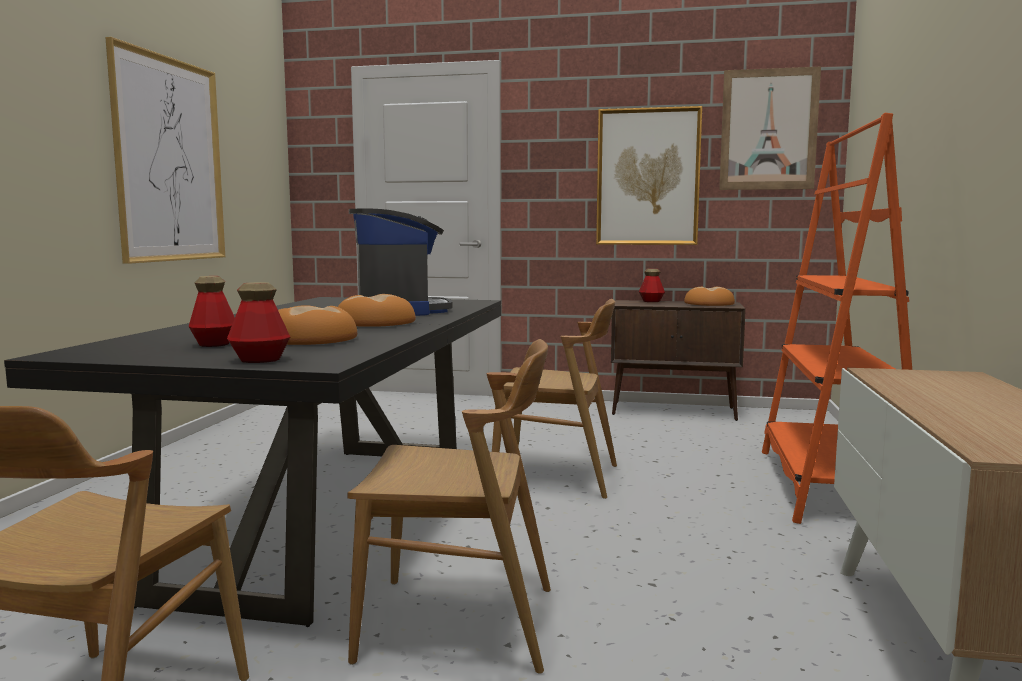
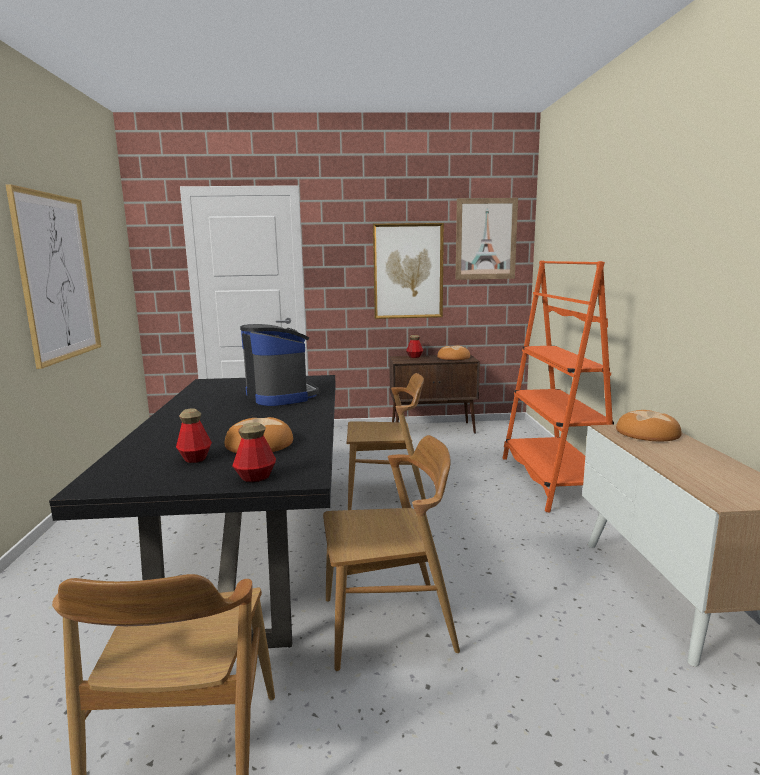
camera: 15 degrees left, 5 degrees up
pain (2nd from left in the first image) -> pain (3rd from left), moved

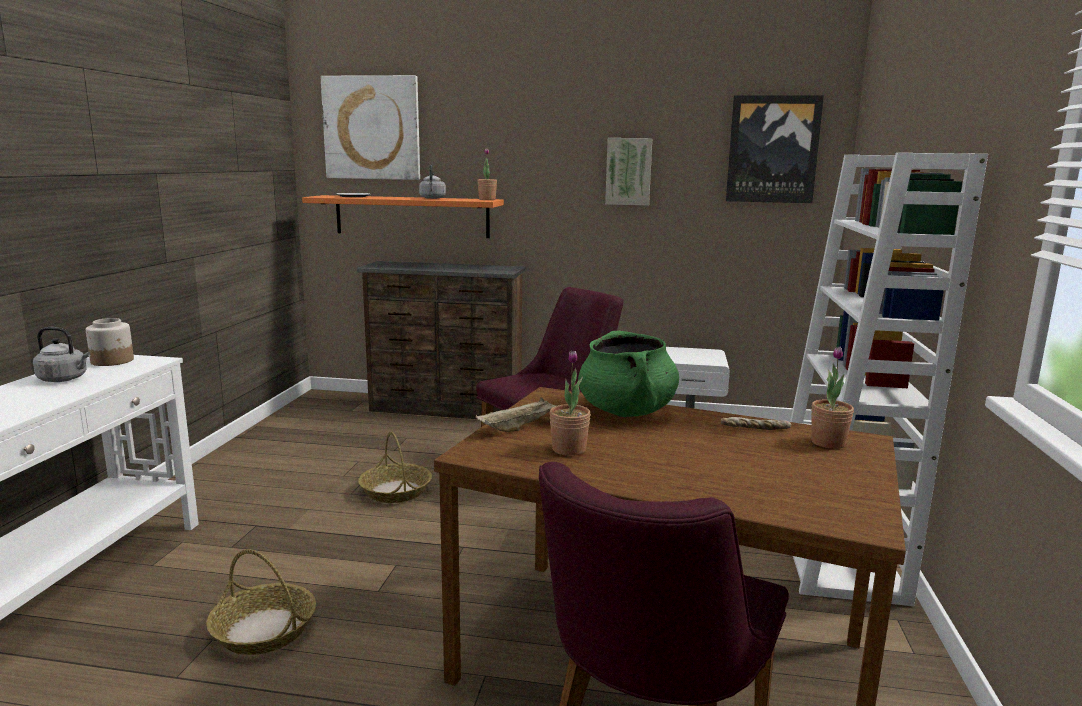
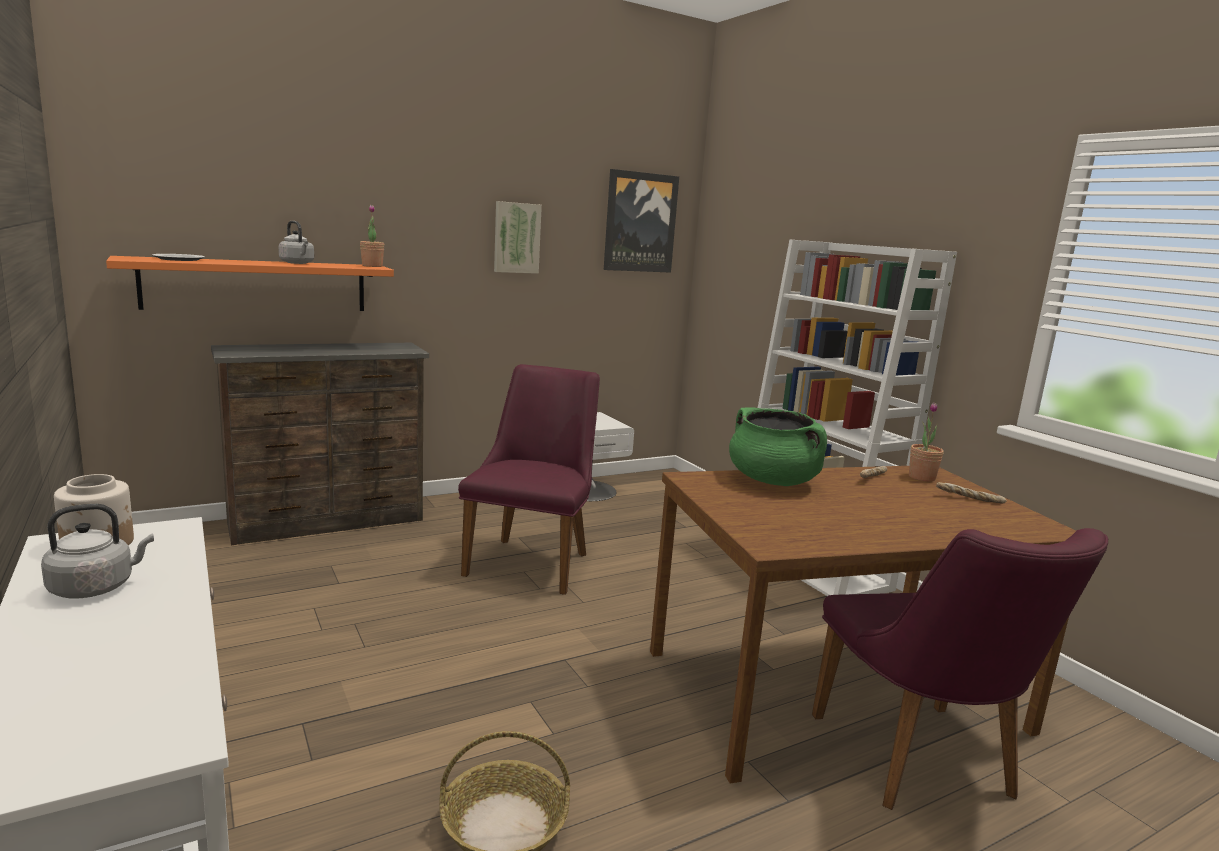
camera: 40 degrees left, 0 degrees up
tableau (1st from left) -> none
panier (2nd from left) -> none
plateau [beige] -> none
plante en pot (2nd from left) -> none
none -> pain (2nd from left)

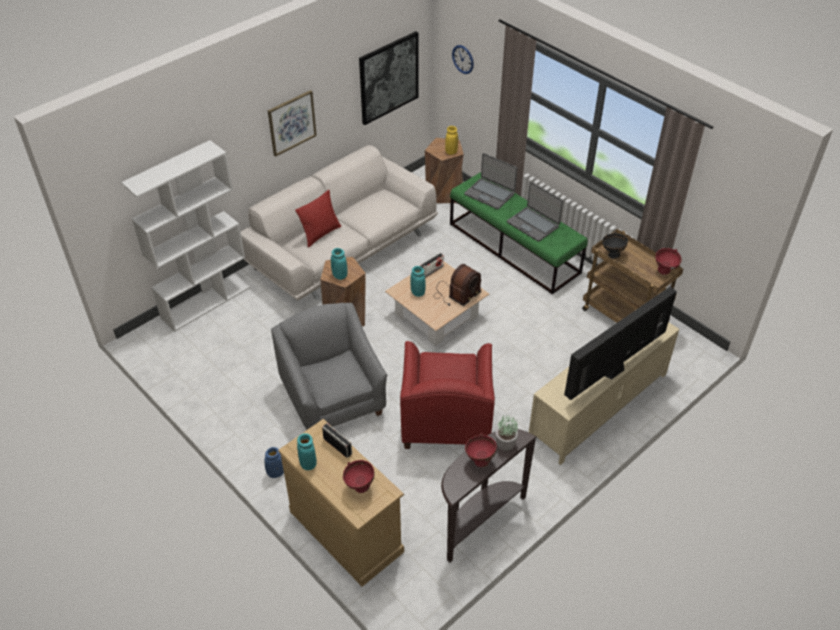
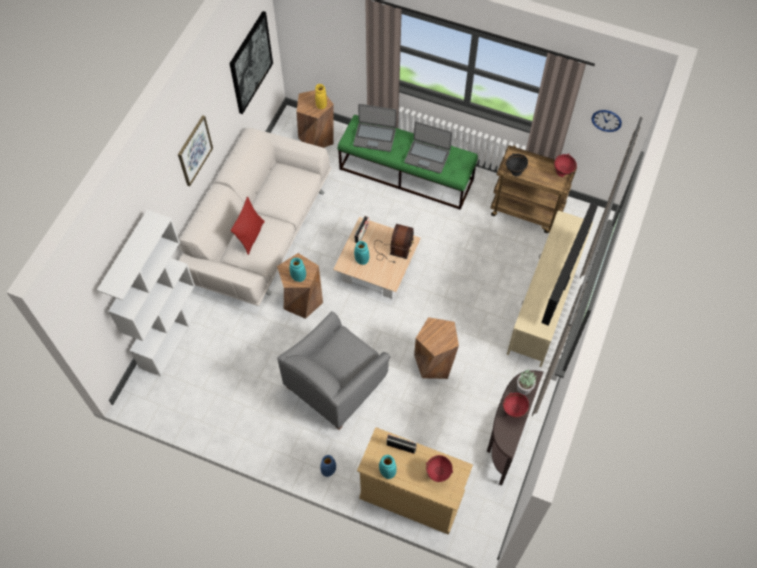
camera: 25 degrees left, 15 degrees up
fauteuil [gris], 90 degrees counterclockwise
fauteuil [rouge] -> tabouret [marron] (3rd from left)
horloge murale, moved

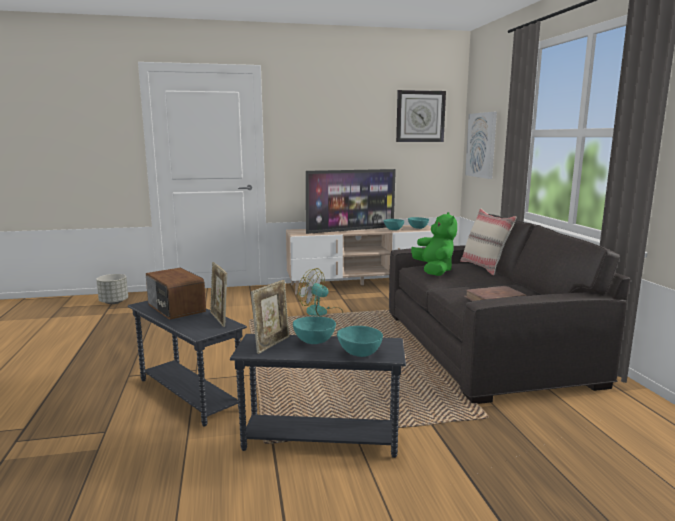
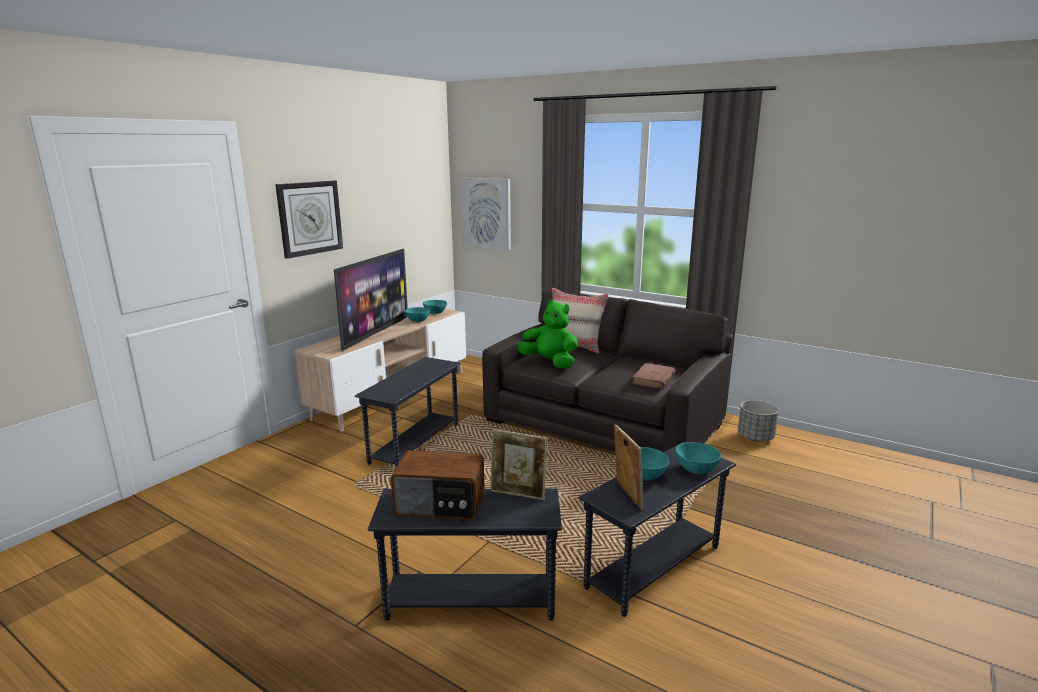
camera: 45 degrees left, 5 degrees up
cache-pot [gris], moved
ventilateur -> table d'appoint [gris] (1st from left)
horloge murale, moved

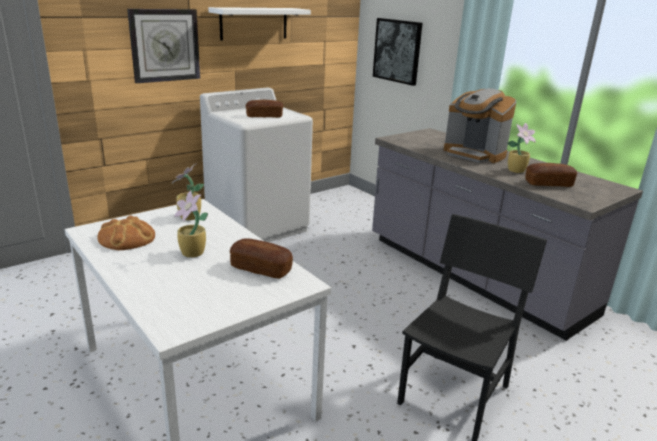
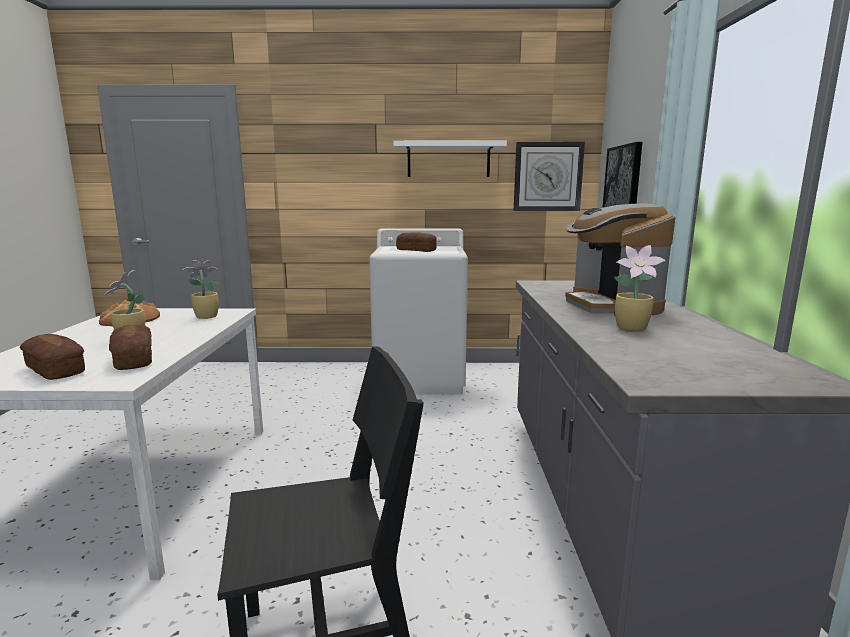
camera: 40 degrees right, 10 degrees down
horloge murale, moved
pain (4th from left in the first image) -> pain (1st from left), moved

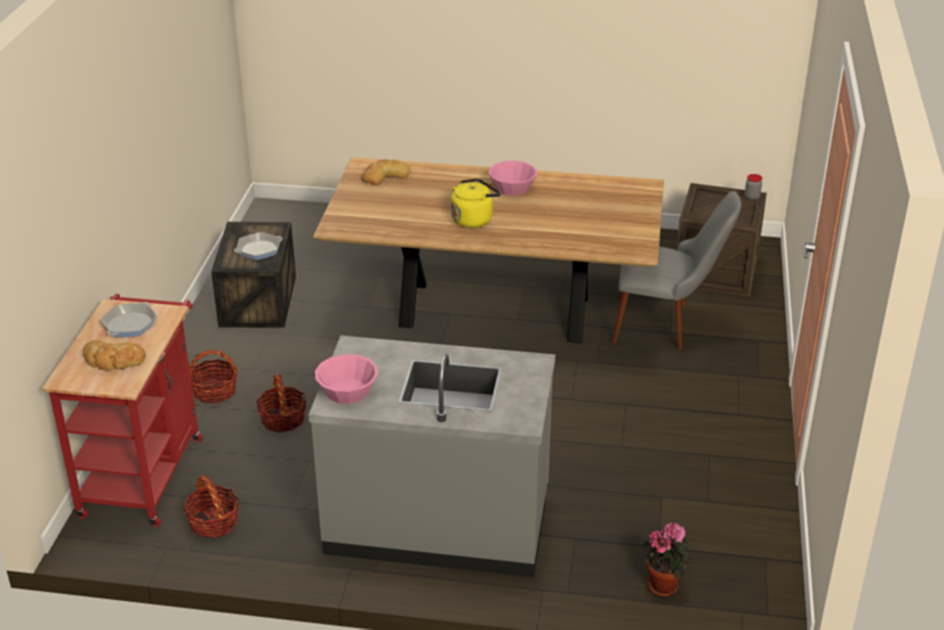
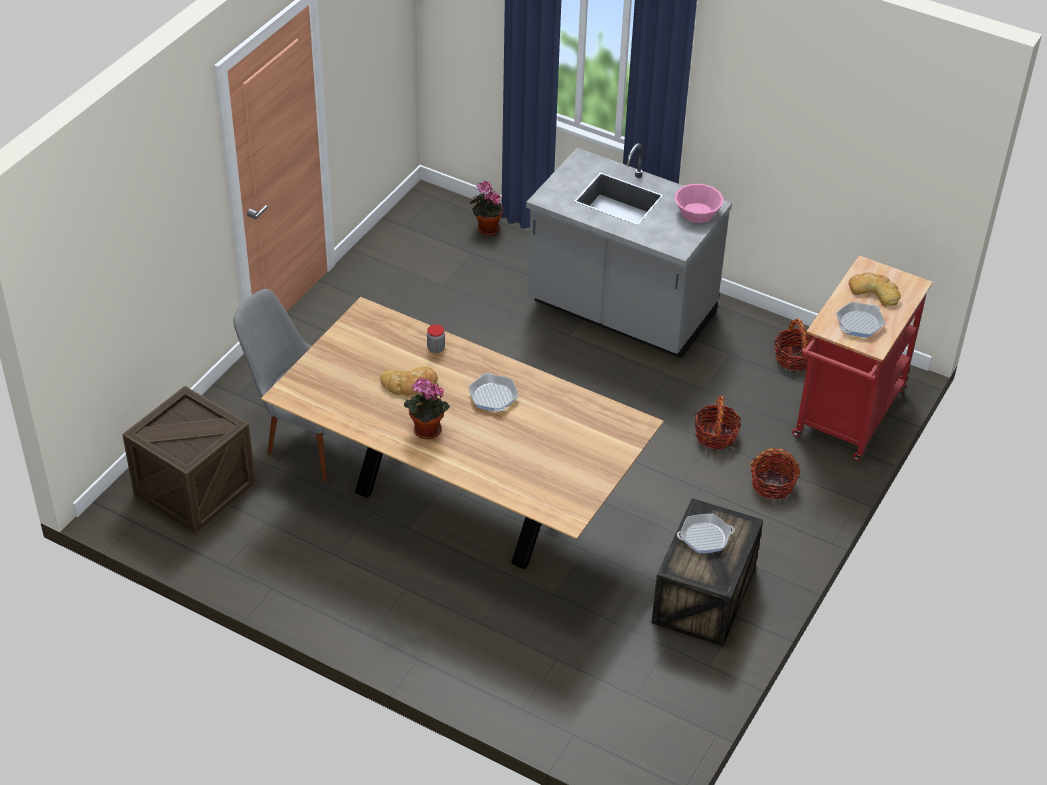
camera: 160 degrees left, 10 degrees up
pain (2nd from left in the first image) -> pain (1st from left), moved
bouilloire [jaune] -> poêle (1st from left)
bol [rose] (2nd from left) -> plante en pot (1st from left)
bocal, moved

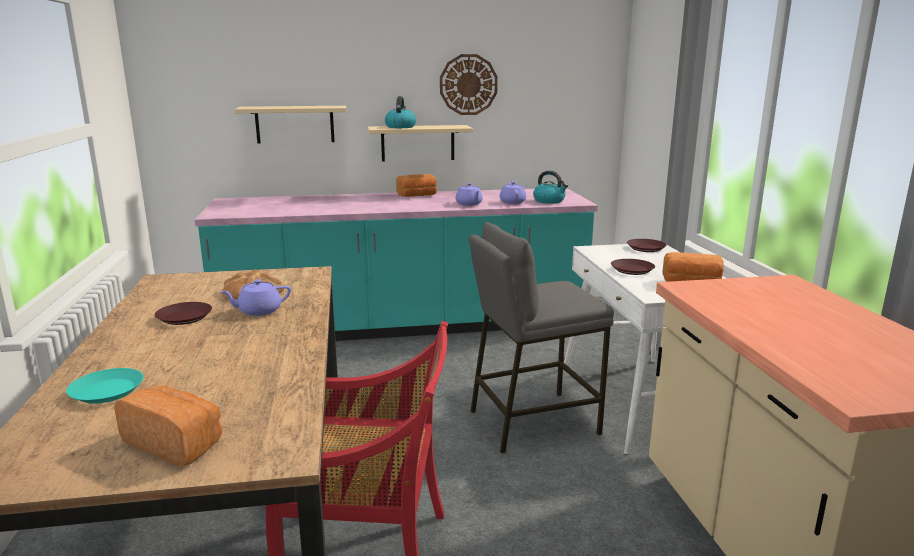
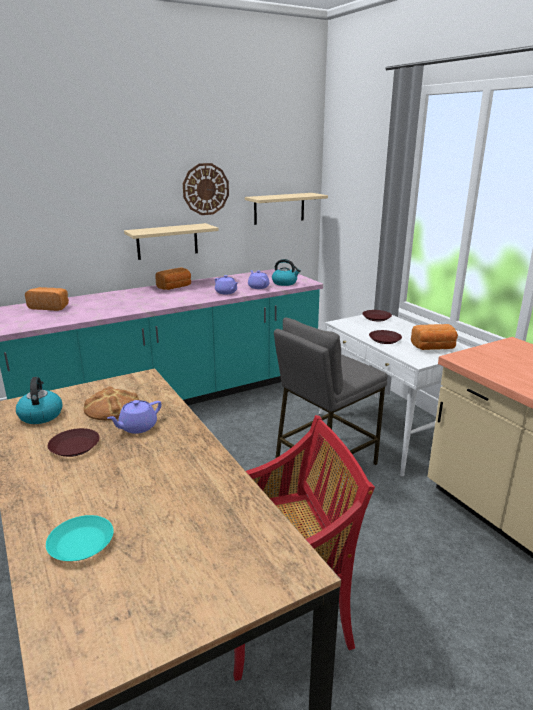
camera: 20 degrees left, 5 degrees up
pain (1st from left), moved
étagère [beige] (1st from left in the first image) -> étagère [beige] (2nd from left), moved
bouilloire (1st from left), moved

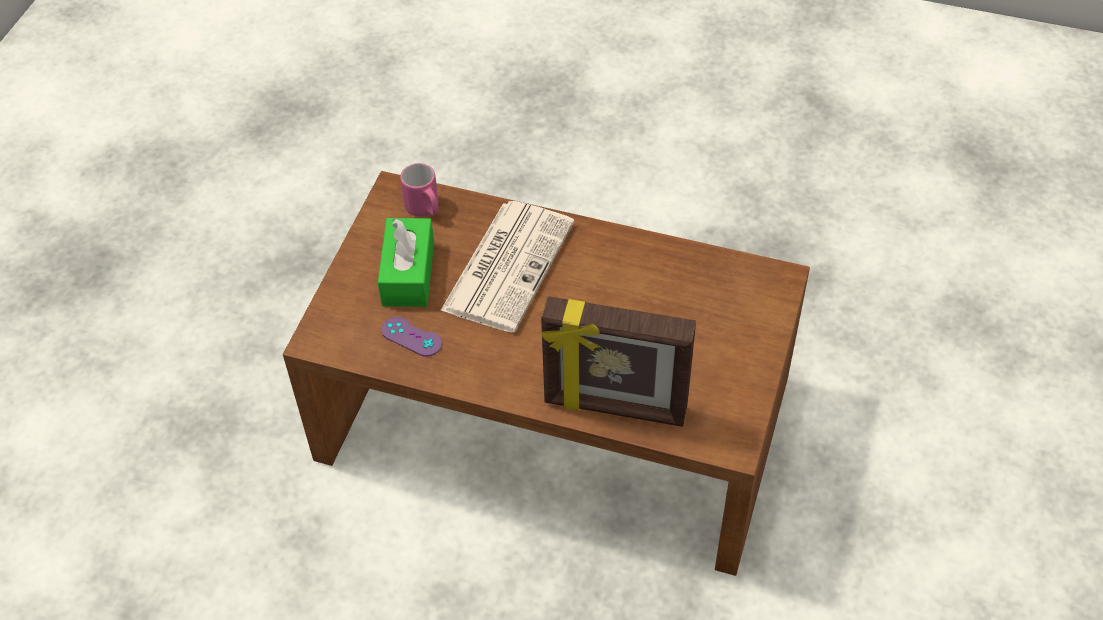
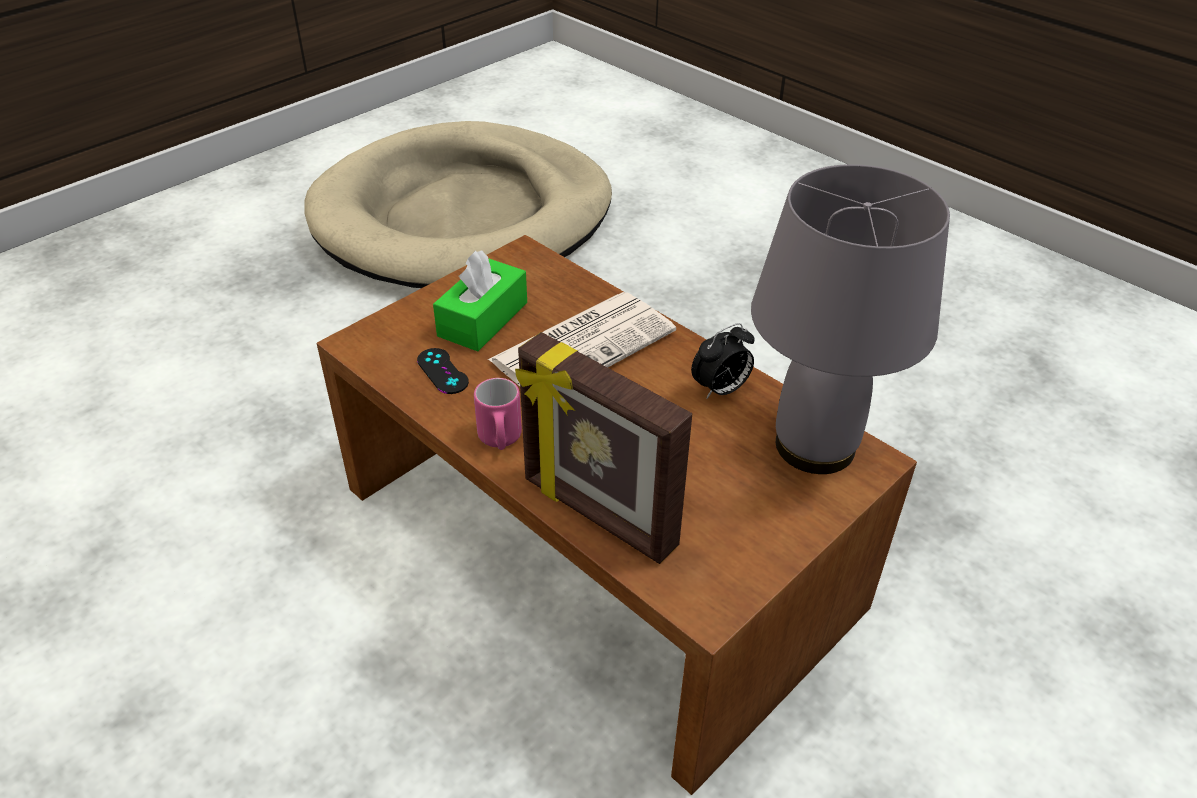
camera: 25 degrees right, 10 degrees down
manette [violet] -> manette [noir]
mug [rose], moved
none -> panier pour chien [beige]
none -> réveil
none -> lampe de table [gris]

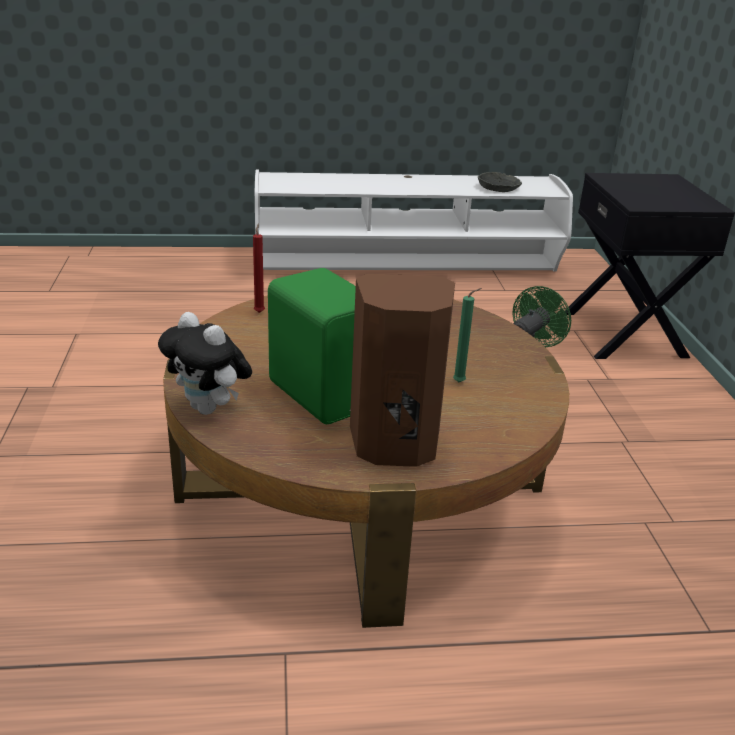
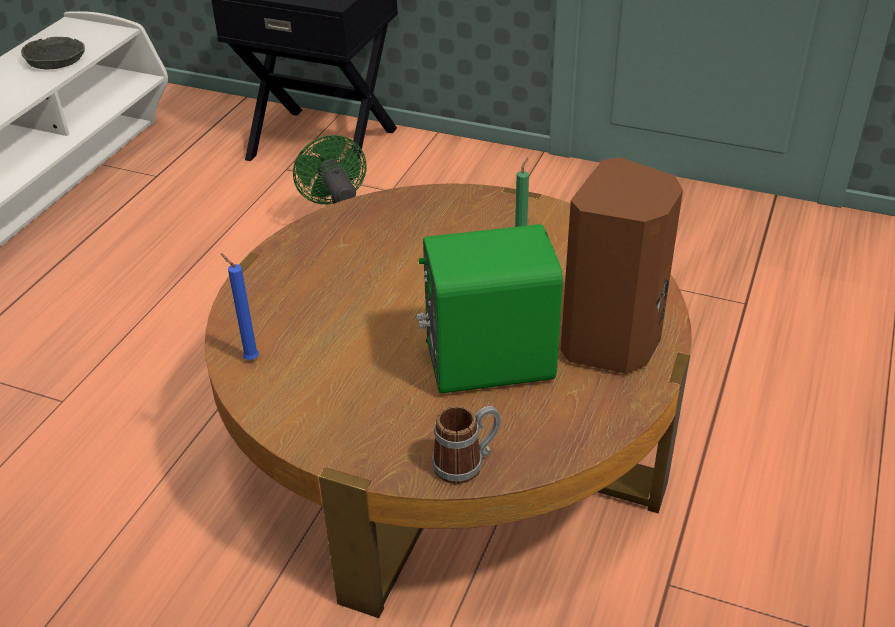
camera: 60 degrees left, 10 degrees up
peluche -> mug
bougie [rouge] -> bougie [bleu]

